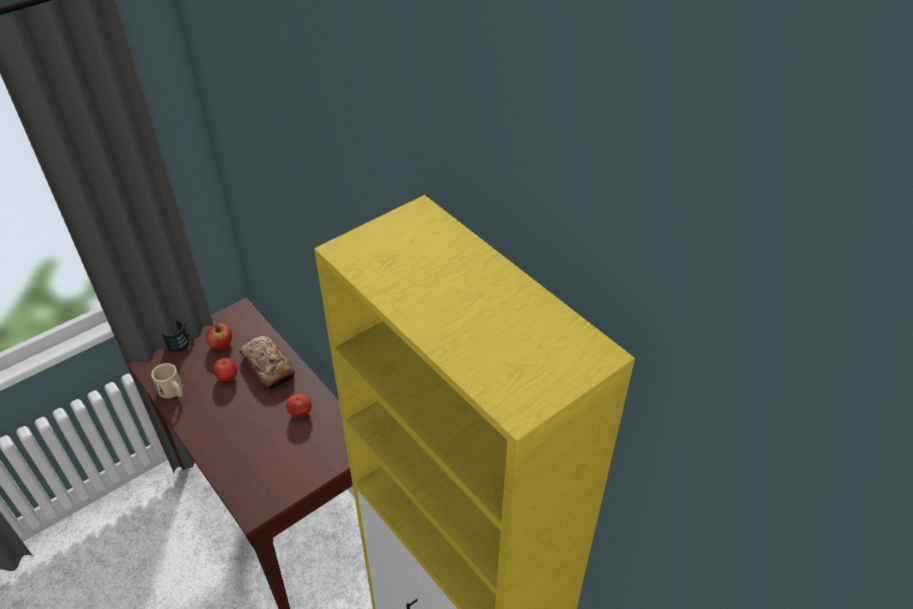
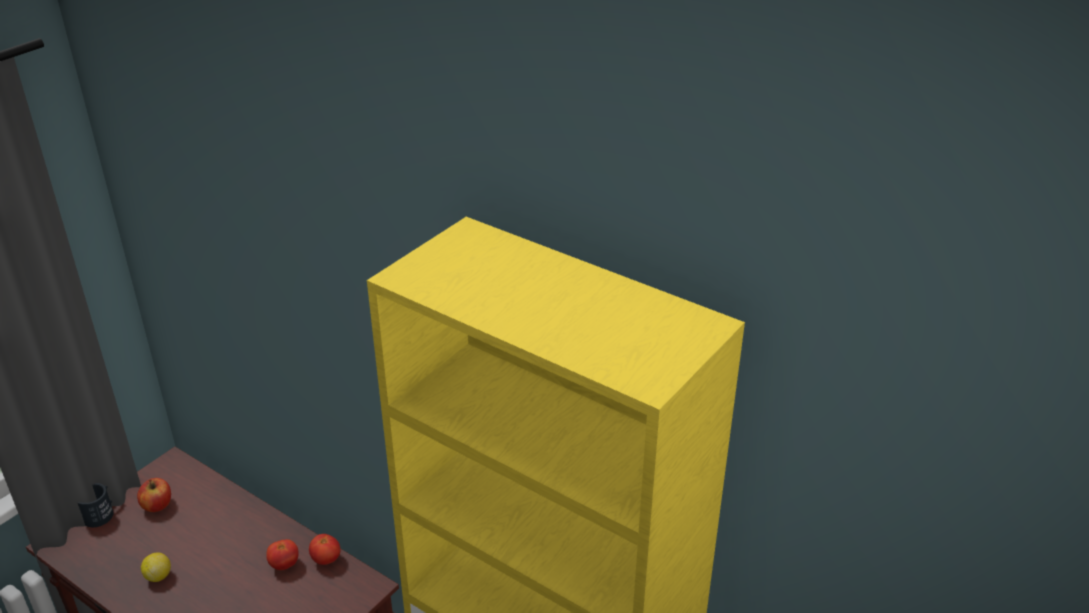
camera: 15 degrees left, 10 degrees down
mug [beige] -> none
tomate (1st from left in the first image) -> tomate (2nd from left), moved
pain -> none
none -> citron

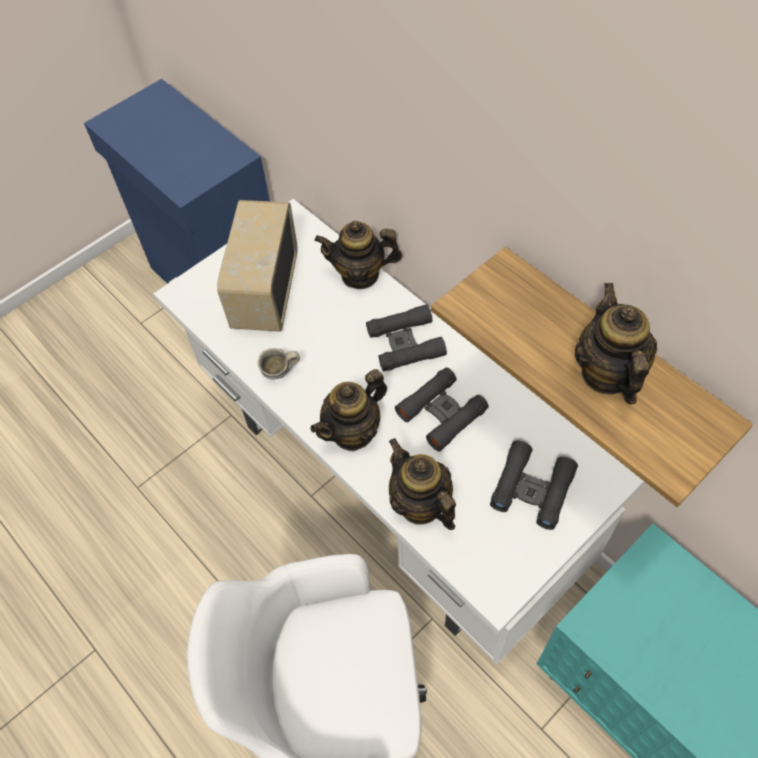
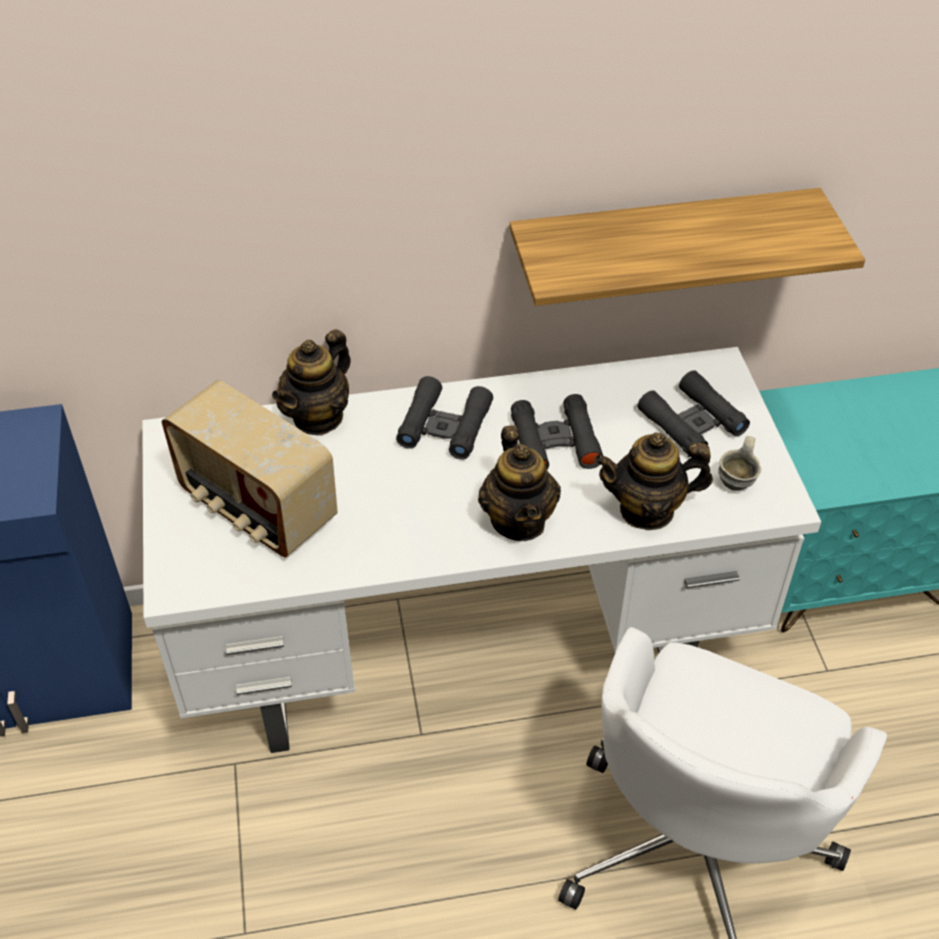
camera: 60 degrees left, 10 degrees down
mug [gris], moved
théière (4th from left) -> none

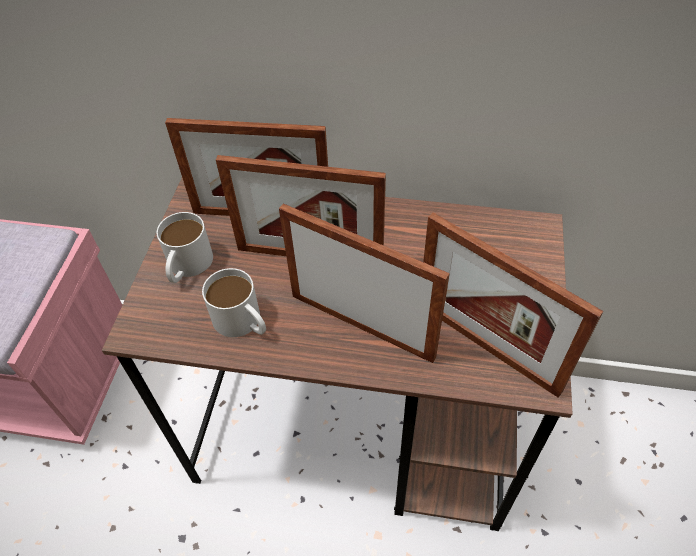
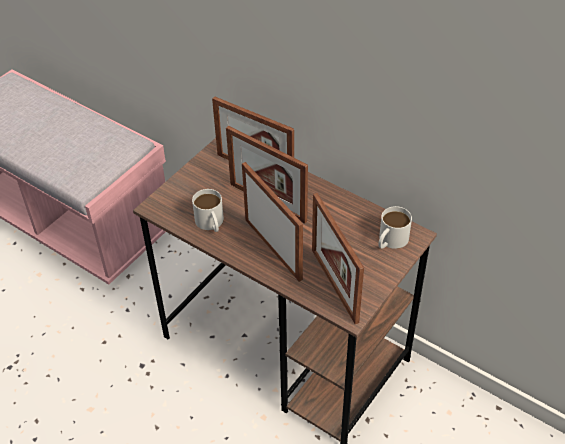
camera: 25 degrees right, 5 degrees down
mug [blanc] (1st from left in the first image) -> mug [blanc] (2nd from left), moved

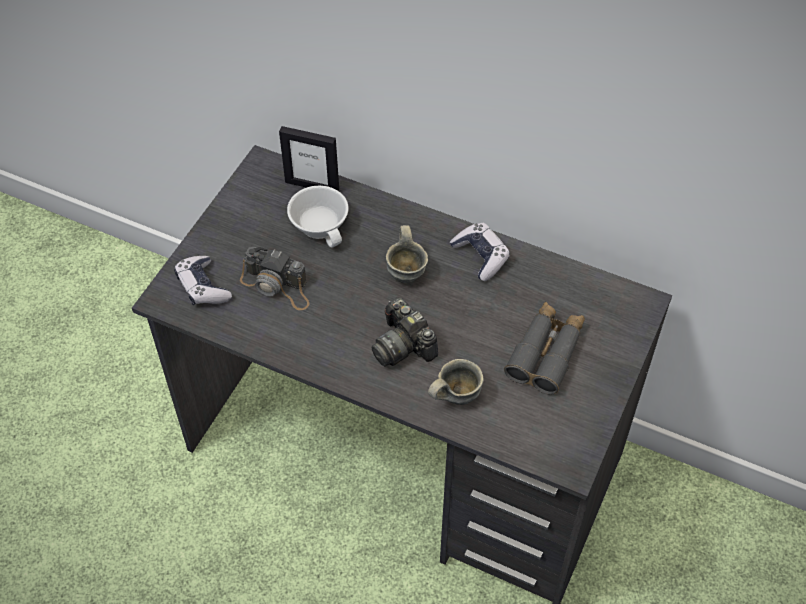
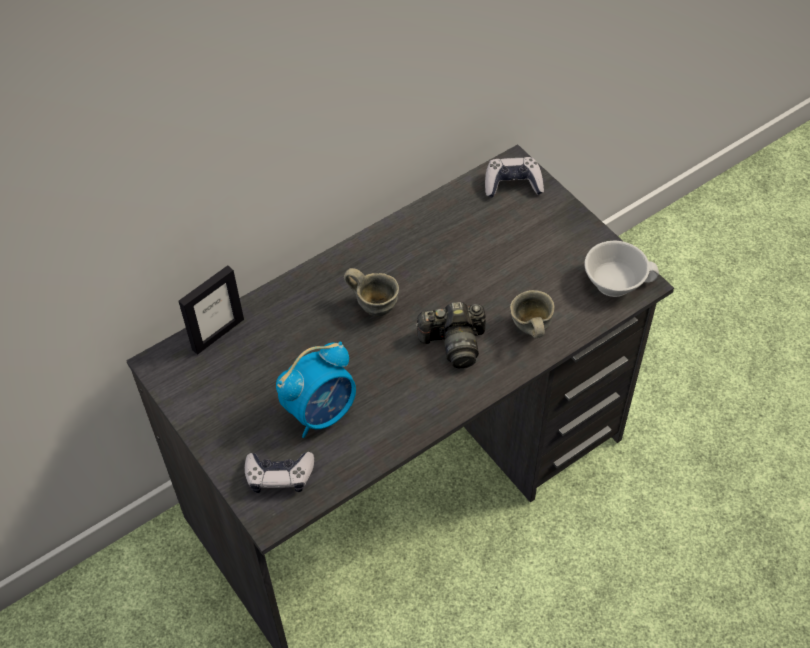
camera: 60 degrees left, 0 degrees up
appareil photo (1st from left) -> réveil
tasse [blanc], moved
manette (2nd from left), moved
jumelles [gris] -> none

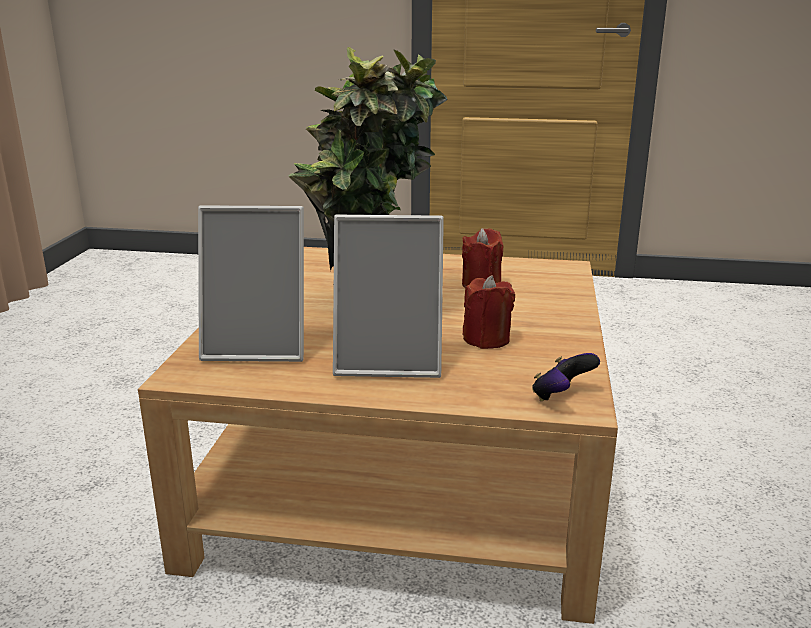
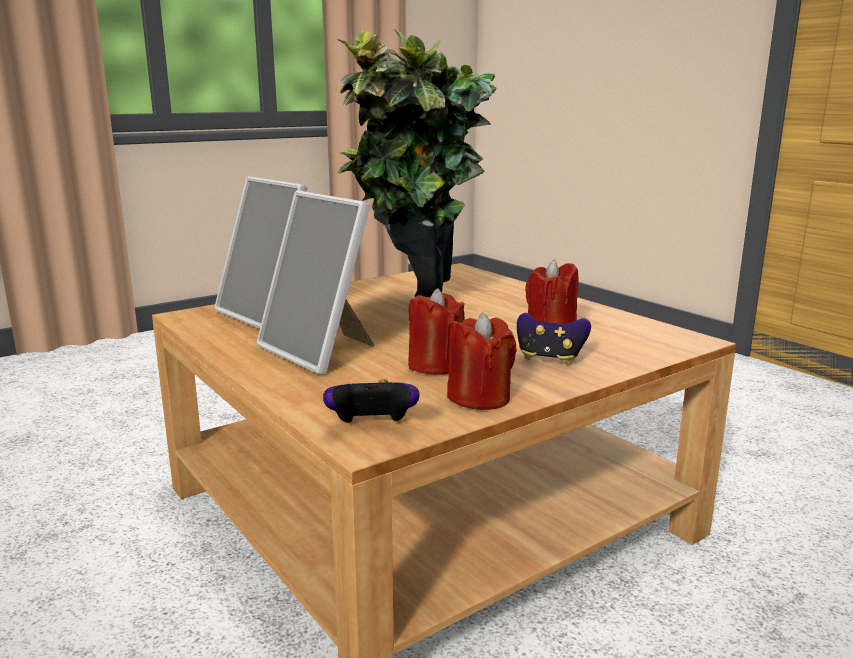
camera: 45 degrees right, 5 degrees down
none -> bougie [rouge] (2nd from left)
none -> manette (2nd from left)

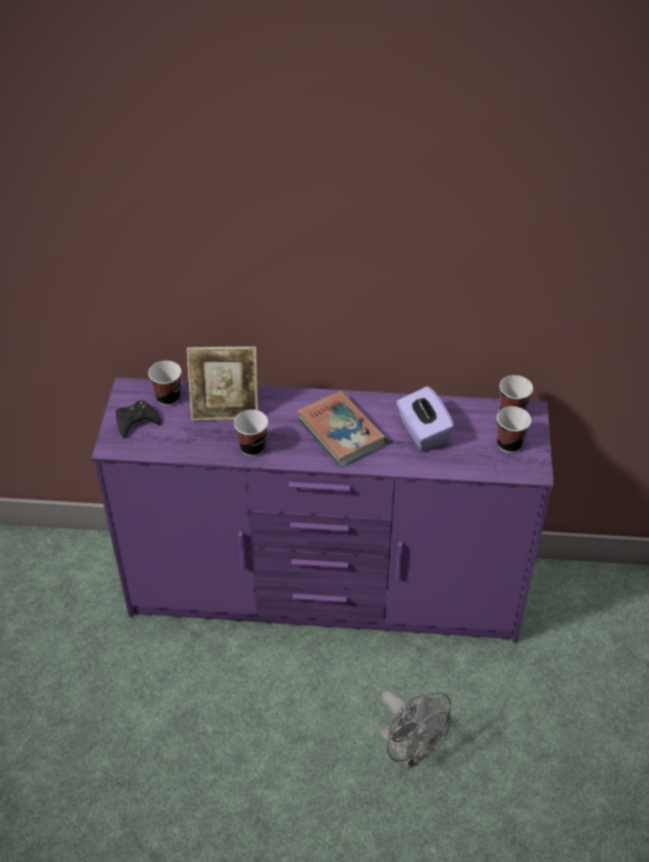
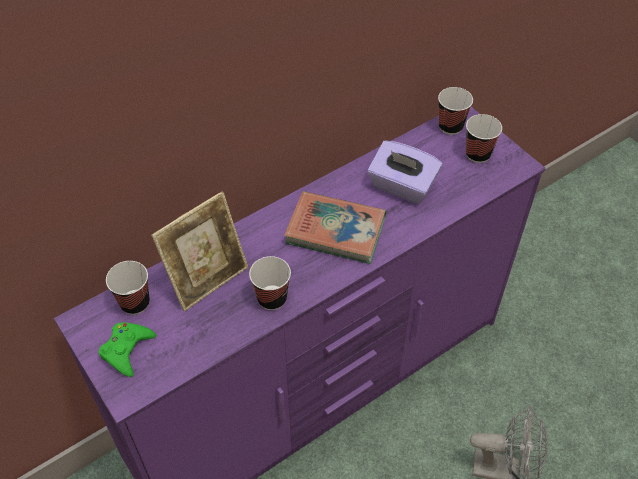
camera: 40 degrees left, 5 degrees up
manette [noir] -> manette [vert]

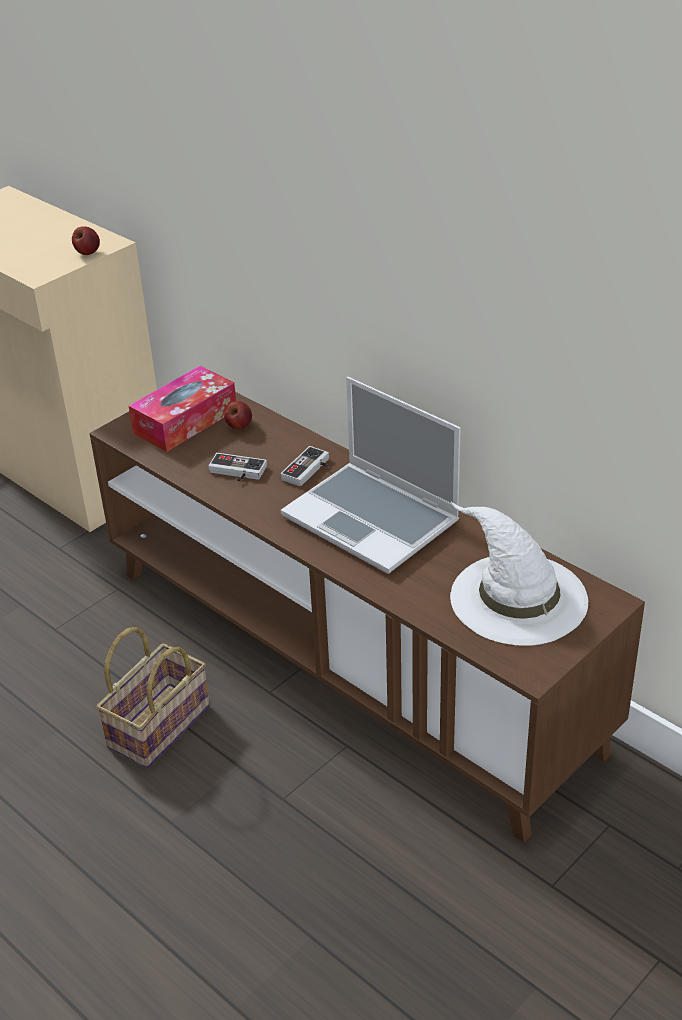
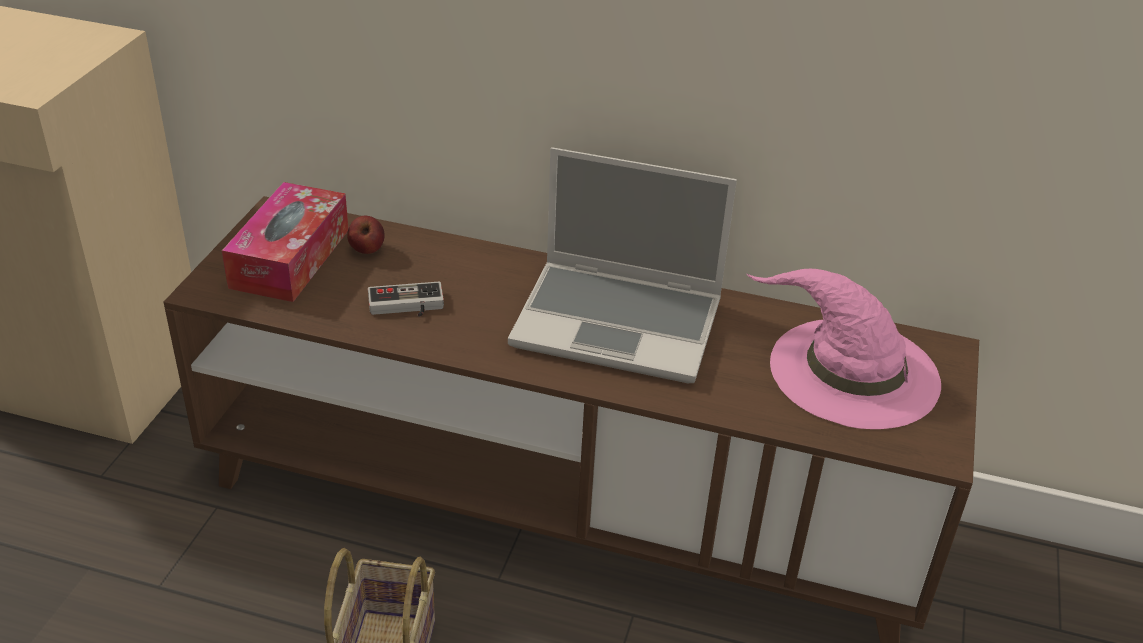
camera: 30 degrees left, 0 degrees up
pomme (1st from left) -> none
manette (2nd from left) -> none
chapeau [blanc] -> chapeau [rose]

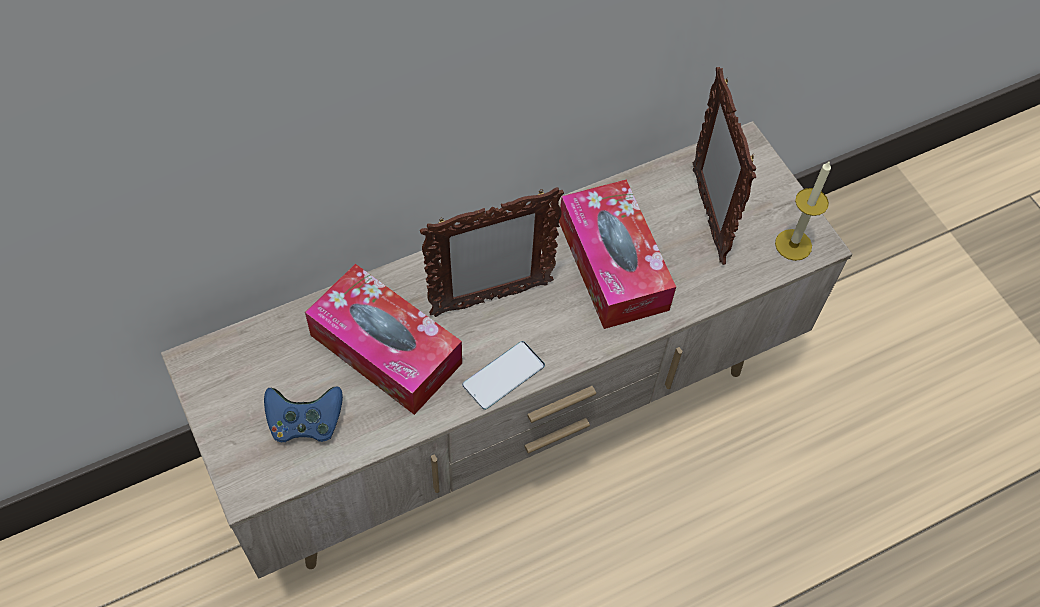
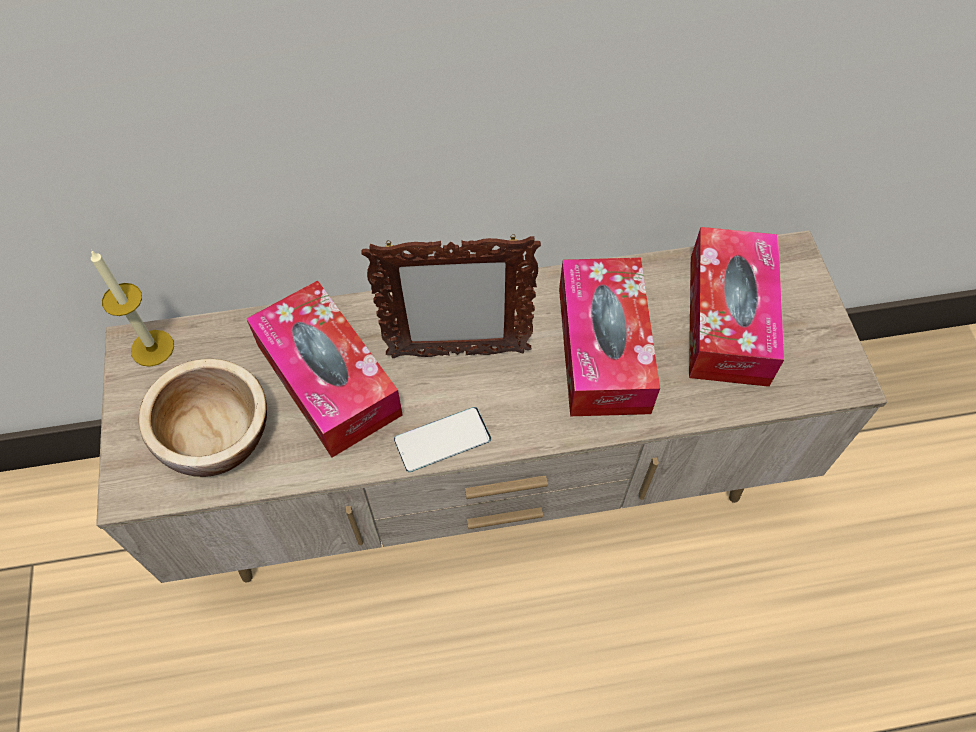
camera: 20 degrees right, 0 degrees up
manette [bleu] -> bol
cadre photo (2nd from left) -> boîte à mouchoirs (3rd from left)
bougie, moved

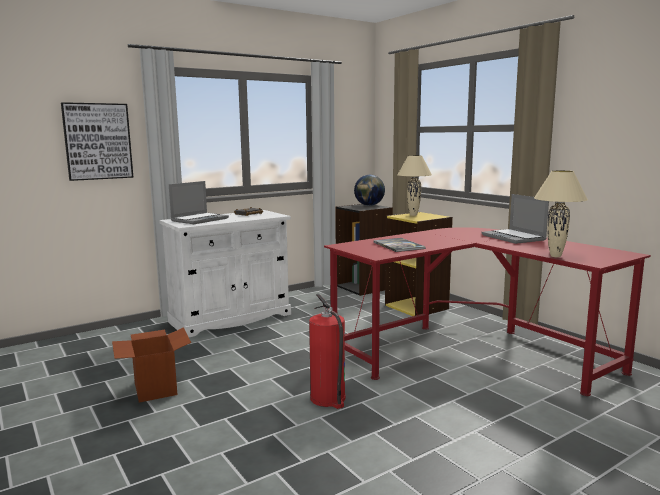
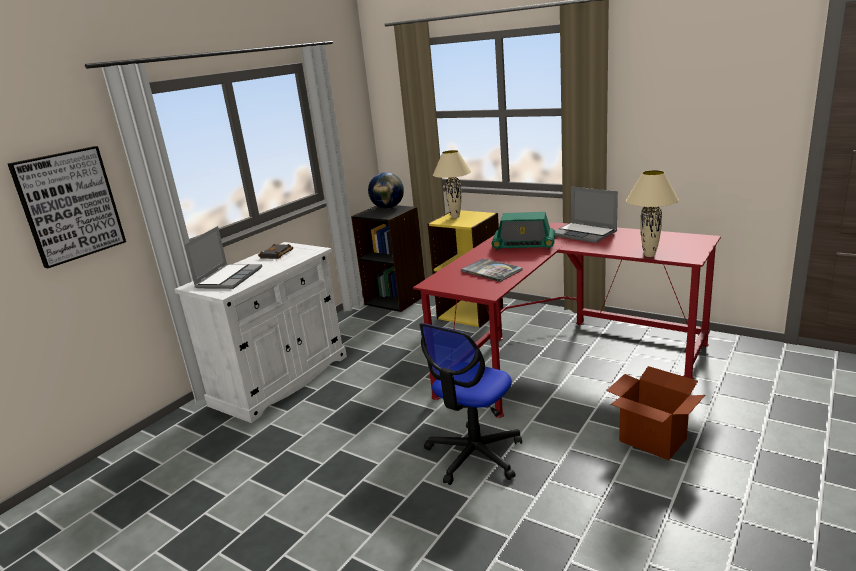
camera: 20 degrees left, 10 degrees up
carton, moved
extincteur -> chaise de bureau
none -> radio

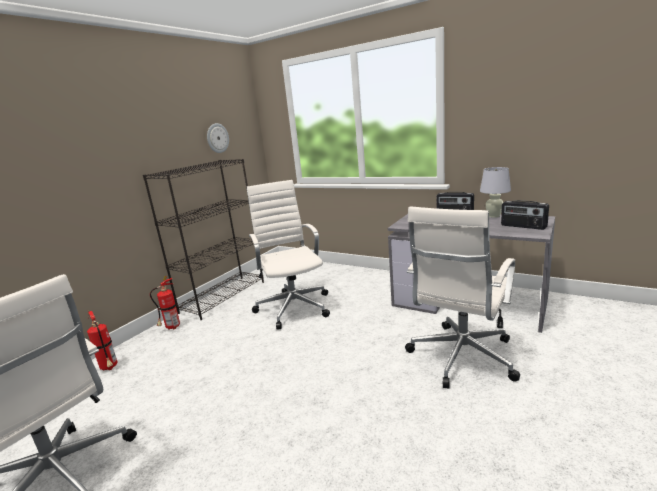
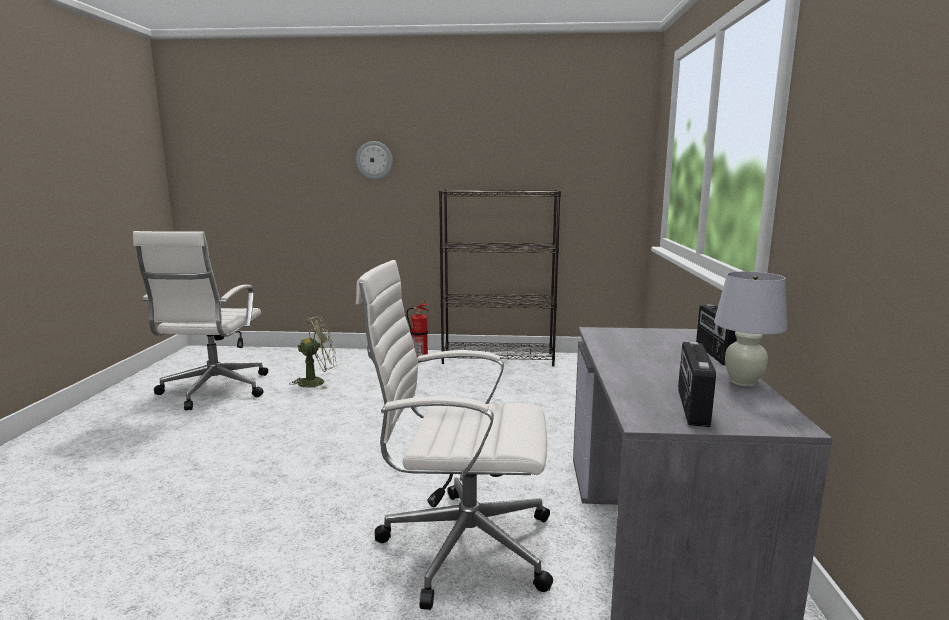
camera: 60 degrees right, 5 degrees down
extincteur (1st from left) -> none
horloge murale, moved
chaise de bureau [blanc] (2nd from left) -> none
none -> ventilateur [vert]

